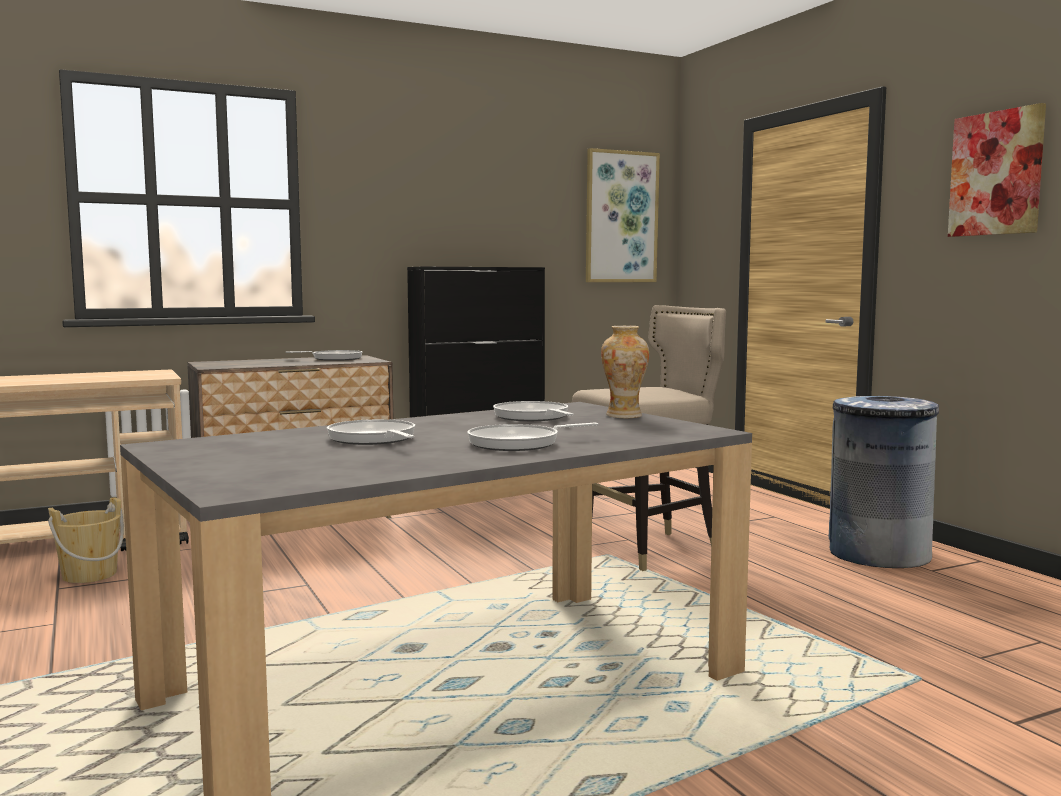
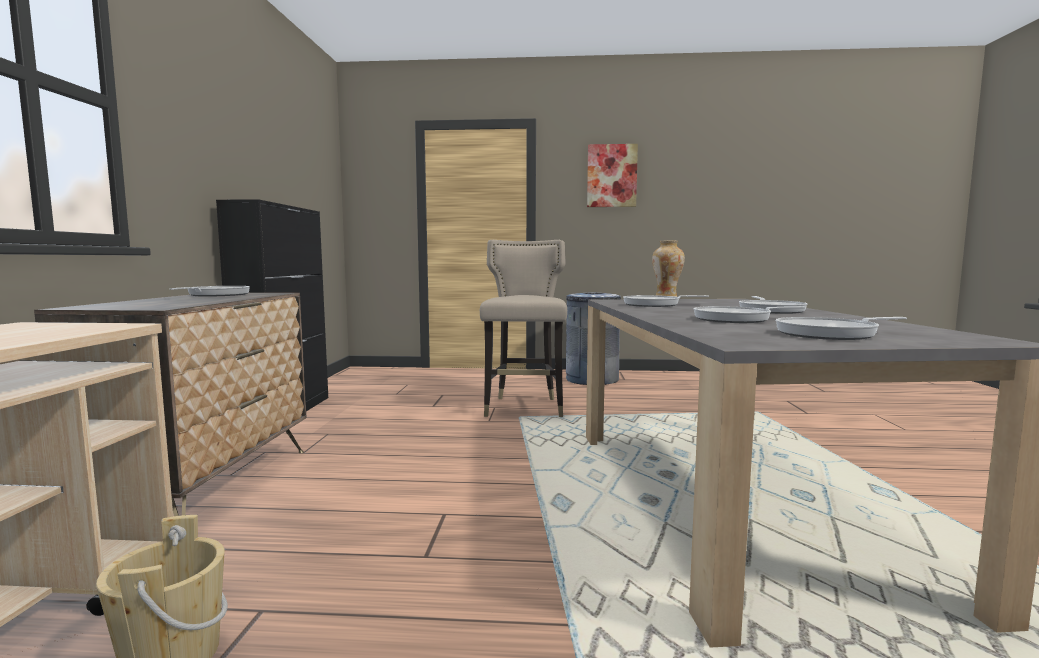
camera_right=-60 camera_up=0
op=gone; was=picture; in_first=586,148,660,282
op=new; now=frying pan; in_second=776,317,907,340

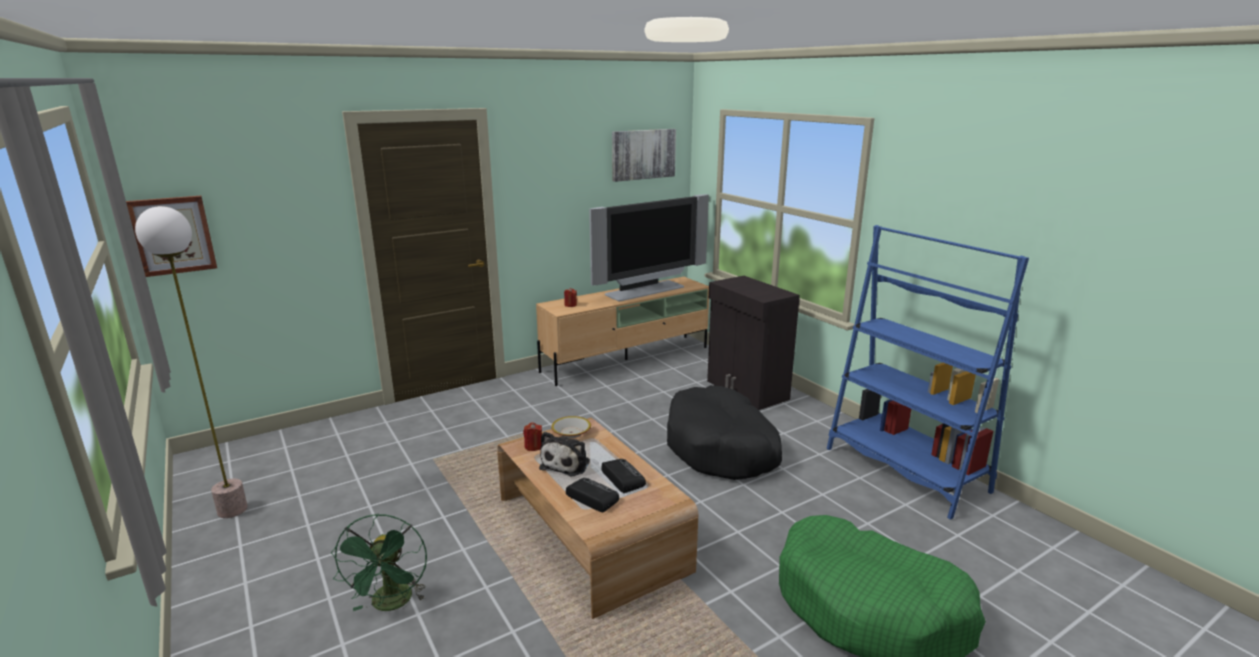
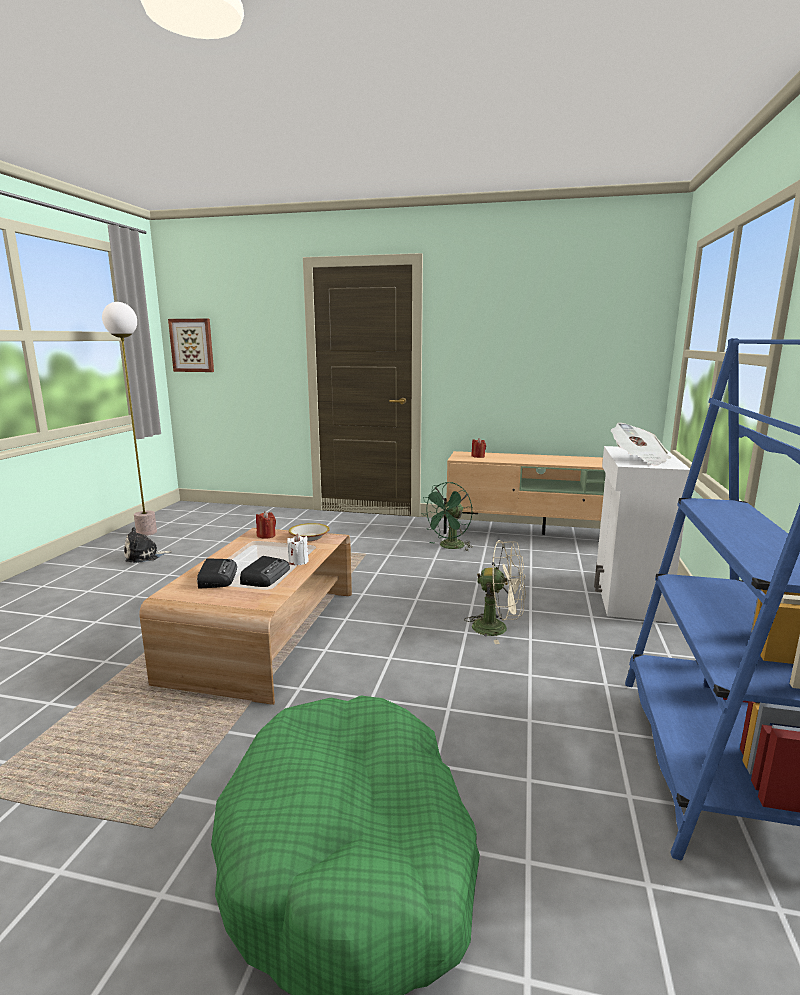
camera_right=45 camera_up=-5
op=shifted; was=green fan; in_first=331,514,427,611; in_second=421,482,473,551
op=shifted; was=plush toy; in_first=539,432,590,476; in_second=124,527,172,563
op=gone; was=television; in_first=589,194,709,301
op=gone; was=picture; in_first=612,129,676,182
op=swapped; was=black dog bed; now=beige fan; in_first=667,385,782,480; in_second=464,540,526,644
op=repainted; was=black cabinet; now=white cabinet; in_first=707,276,800,410; in_second=594,446,690,622
op=new; now=white candle; in_second=287,534,309,565
op=new; now=newspaper; in_second=611,423,671,466

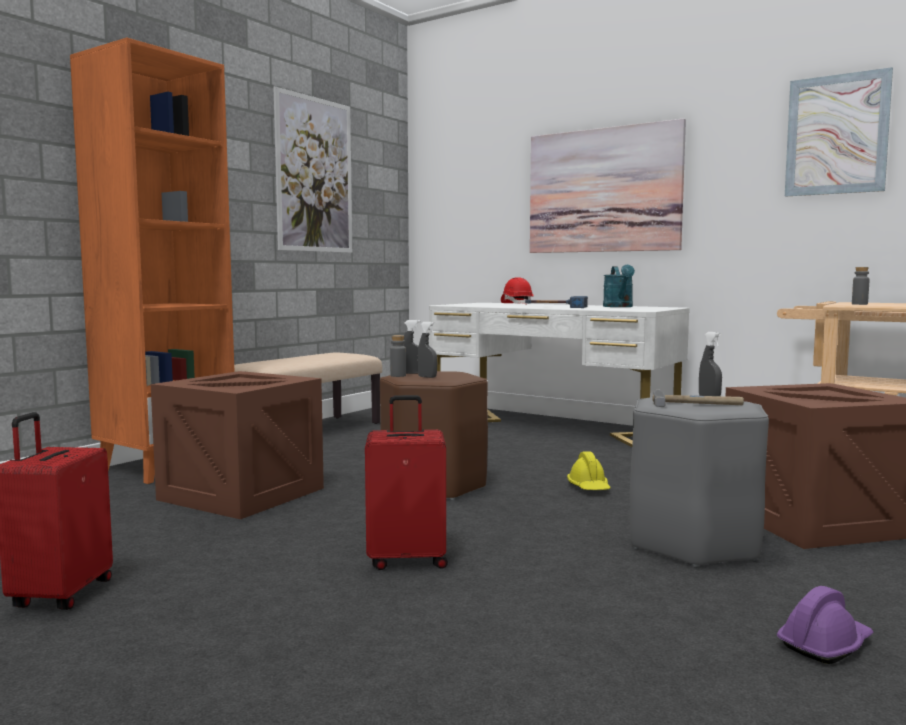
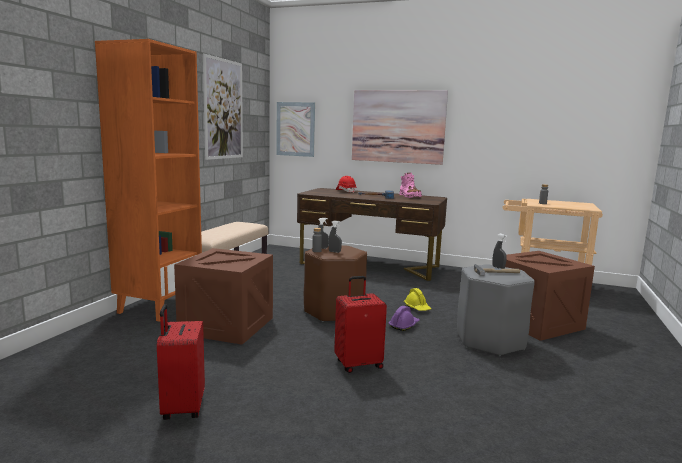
camera_right=-15 camera_up=5
op=repainted; was=white desk; now=brown desk; in_first=429,303,690,447; in_second=297,188,447,281
op=swapped; was=turquoise watering can; now=pink boot; in_first=603,265,635,307; in_second=399,172,422,198
op=shifted; was=purple hard hat; in_first=777,586,873,664; in_second=388,306,420,331
op=shifted; was=picture; in_first=785,67,893,197; in_second=276,102,315,157

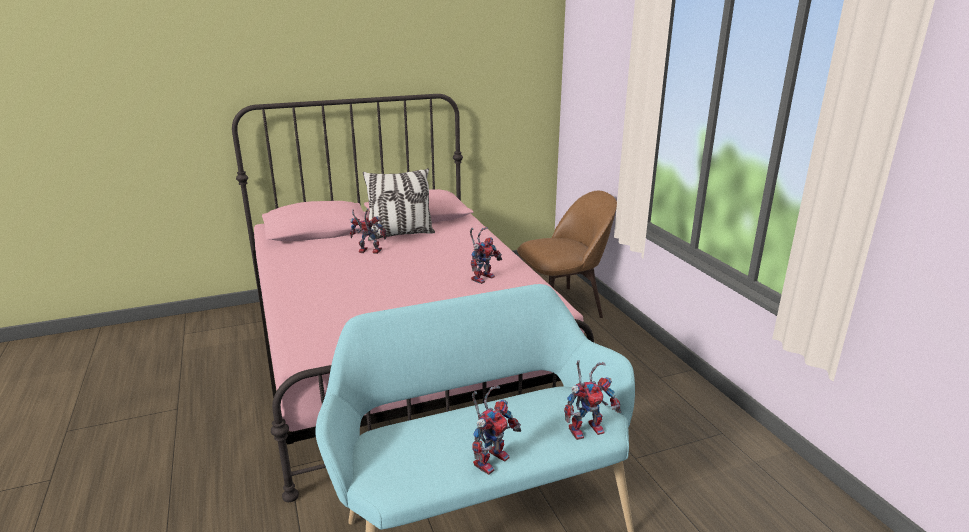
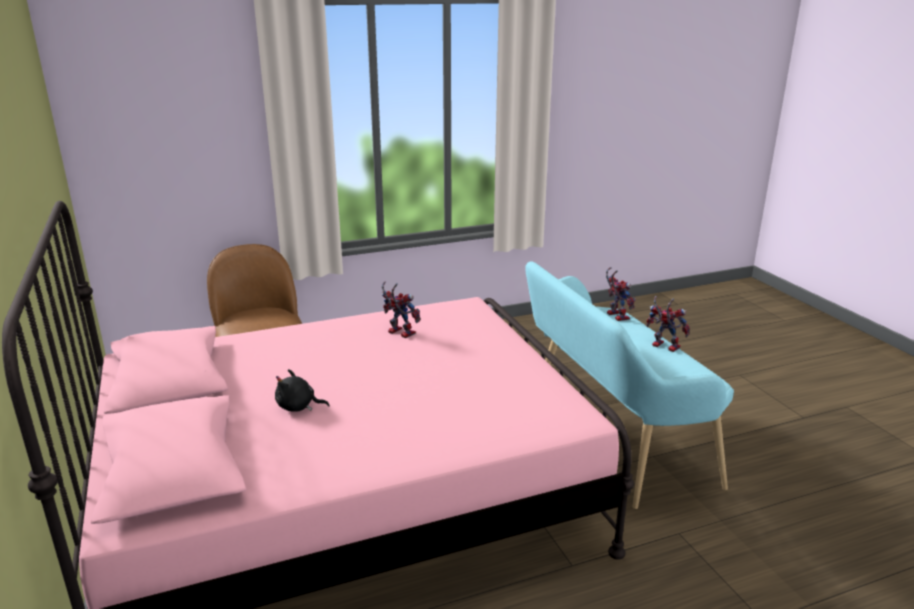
camera_right=-90 camera_up=0
op=swapped; was=toy robot; now=black plush toy; in_first=350,208,387,254; in_second=275,369,330,412
op=gone; was=pillow; in_first=363,168,435,241

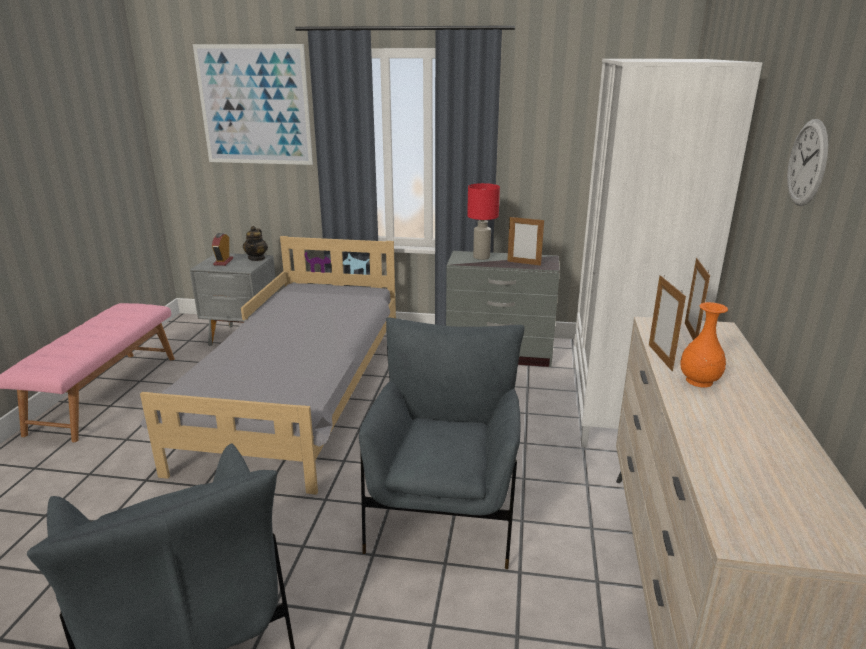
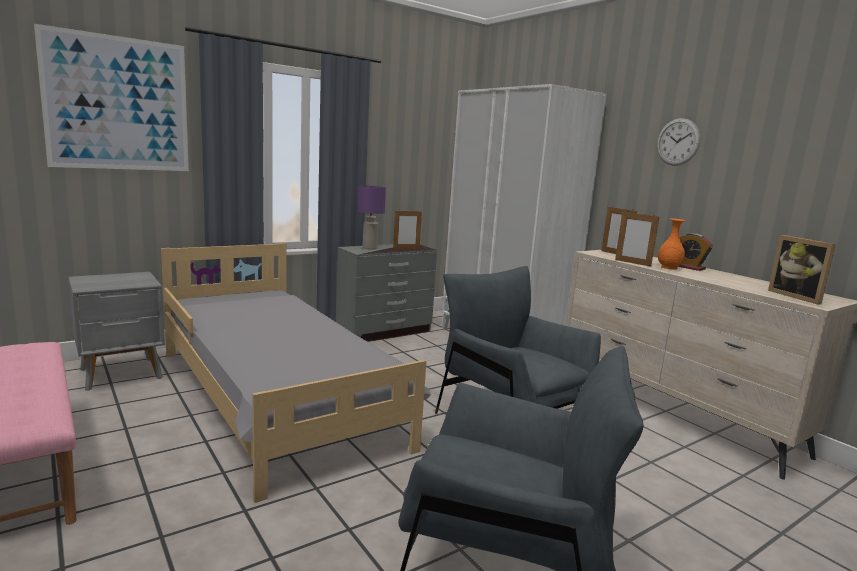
camera_right=-45 camera_up=-10
op=shifted; was=alarm clock; in_first=212,233,233,266; in_second=678,233,713,271
op=gone; was=teapot; in_first=243,226,268,261
op=repainted; was=red table lamp; now=purple table lamp; in_first=467,183,500,260; in_second=358,185,386,250
op=new; now=picture frame; in_second=768,235,836,305

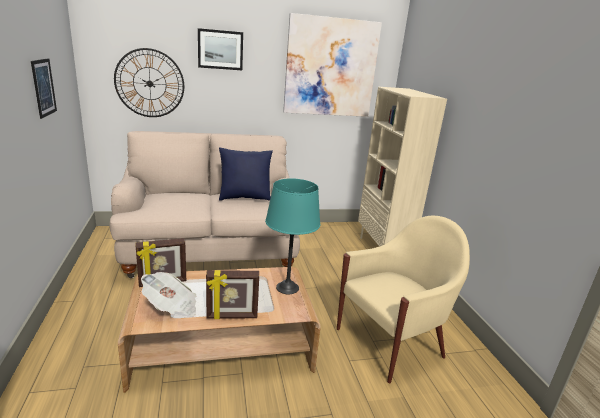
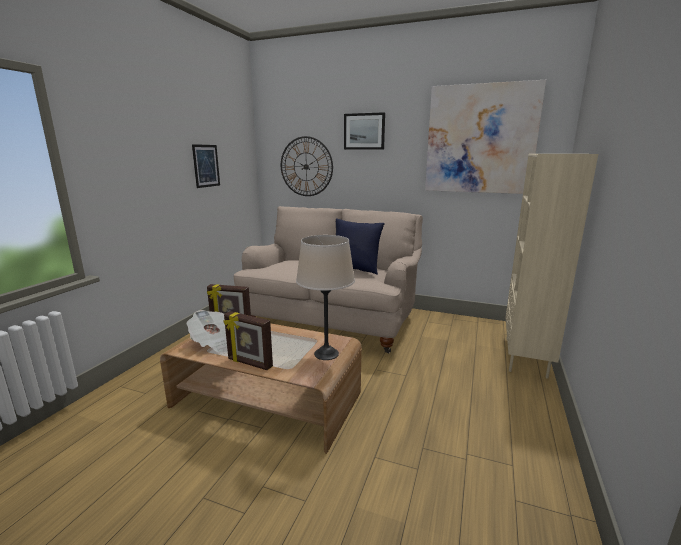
camera_right=35 camera_up=-5
op=repainted; was=turquoise table lamp; now=beige table lamp; in_first=265,178,320,294; in_second=296,235,355,360
op=gone; was=beige armchair; in_first=337,216,470,383

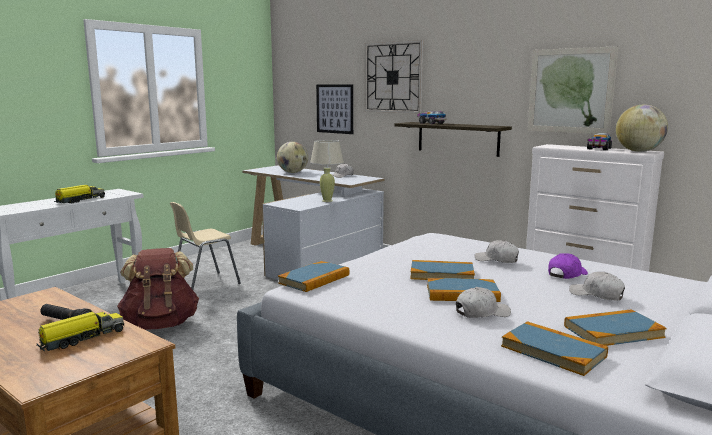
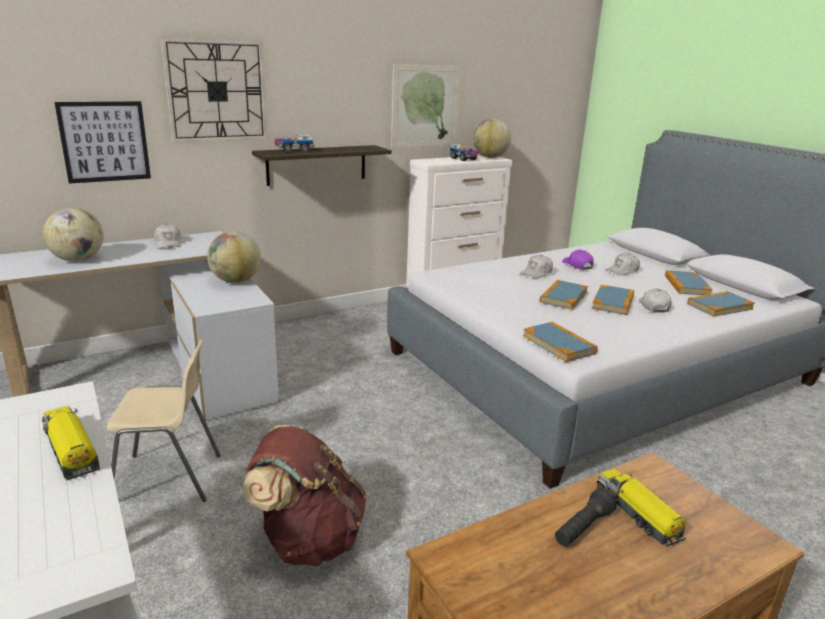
camera_right=-70 camera_up=10
op=rotated; was=beige chair; in_first=170,202,241,290; in_second=107,340,221,502; clockwise=-75
op=swapped; was=beige table lamp; now=globe; in_first=310,140,344,202; in_second=207,231,261,283

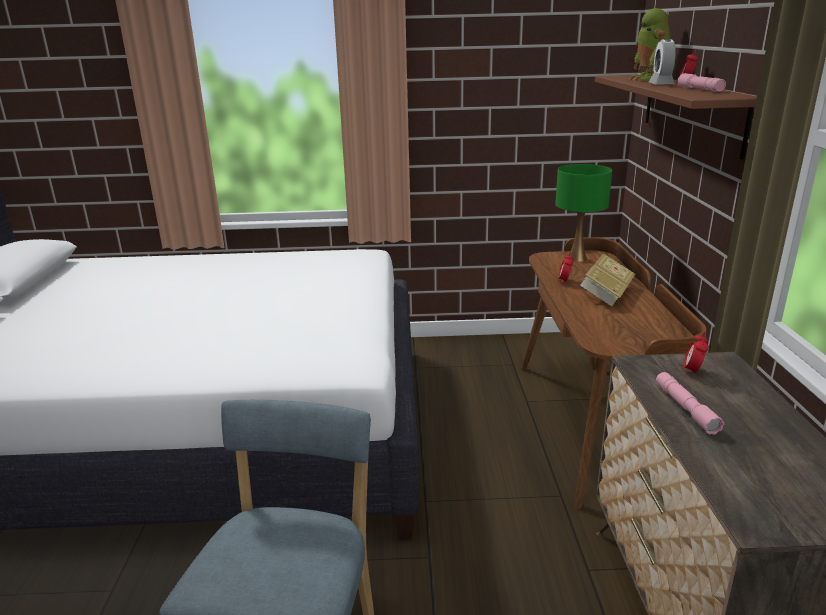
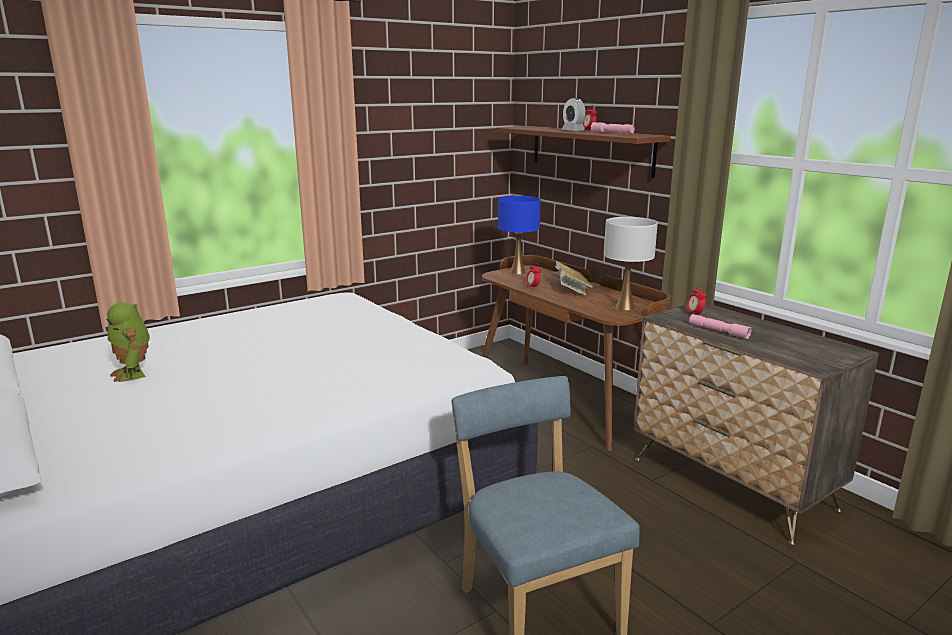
camera_right=-35 camera_up=-5
op=repainted; was=green table lamp; now=blue table lamp; in_first=555,164,612,262; in_second=498,196,541,274
op=shifted; was=toy robot; in_first=628,8,670,81; in_second=106,302,150,382
op=new; now=white table lamp; in_second=604,217,658,310

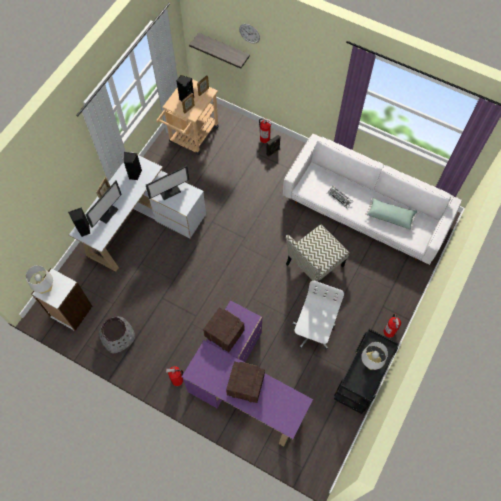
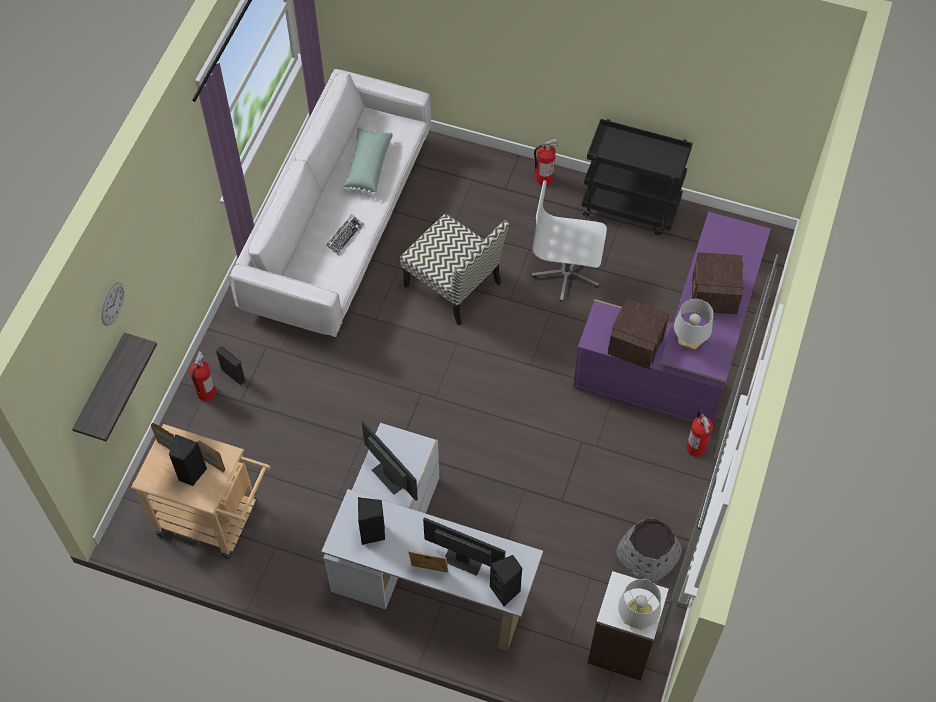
camera_right=-100 camera_up=-5
op=shifted; was=grey table lamp; in_first=361,342,388,370; in_second=674,299,713,349

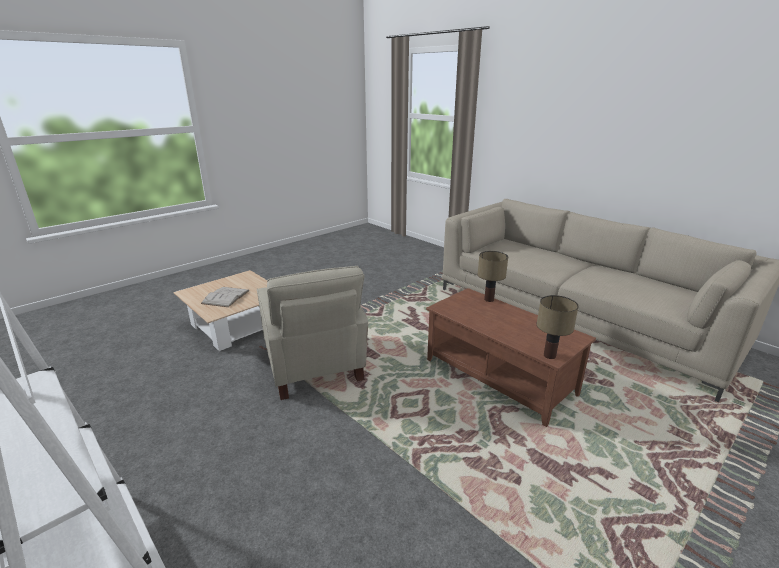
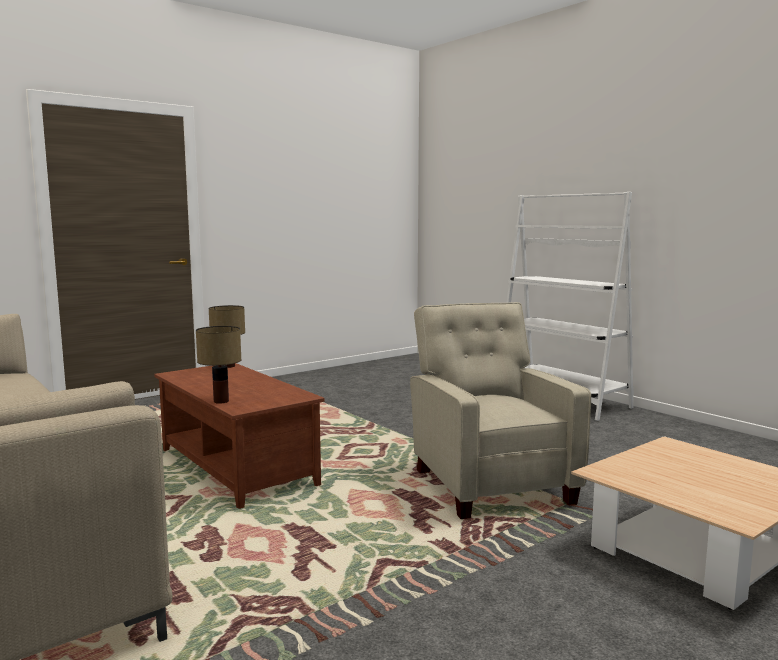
camera_right=-175 camera_up=-15
op=gone; was=white book; in_first=201,287,250,307

